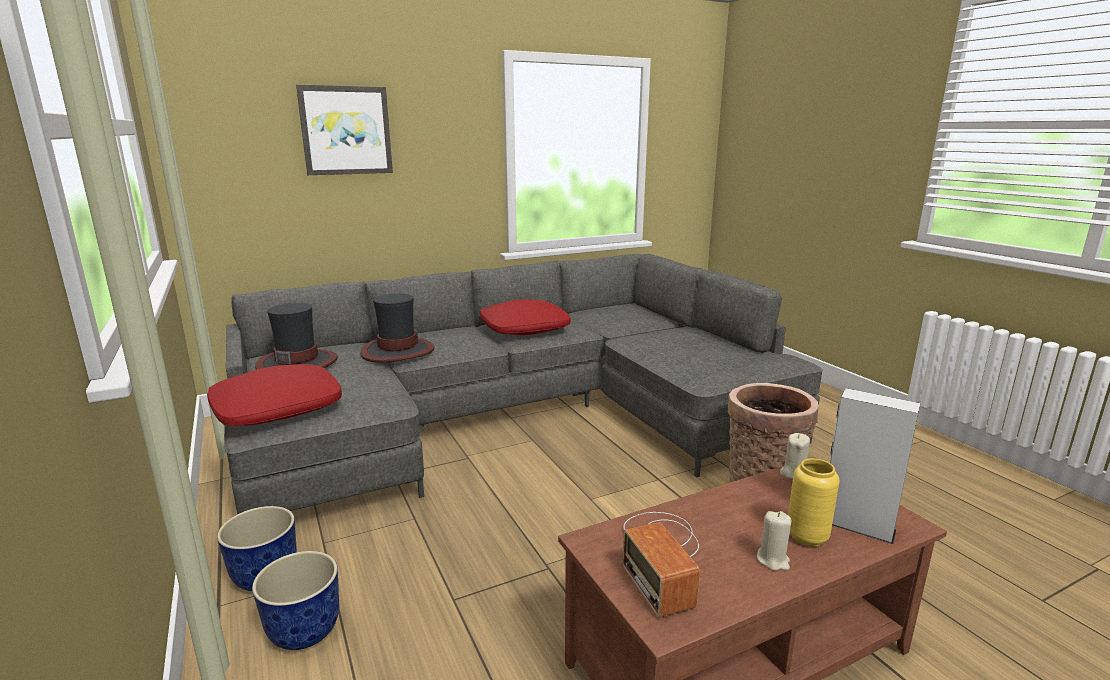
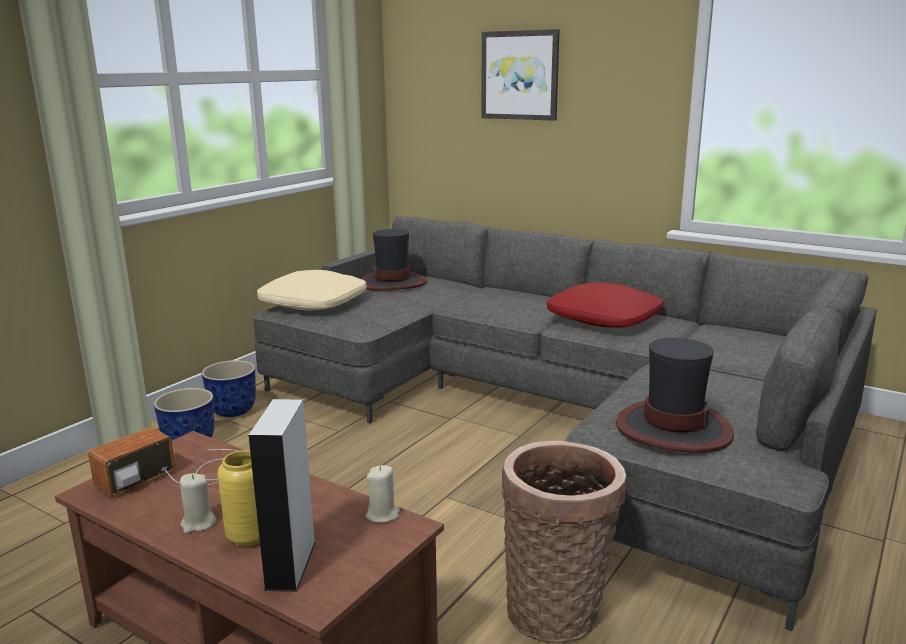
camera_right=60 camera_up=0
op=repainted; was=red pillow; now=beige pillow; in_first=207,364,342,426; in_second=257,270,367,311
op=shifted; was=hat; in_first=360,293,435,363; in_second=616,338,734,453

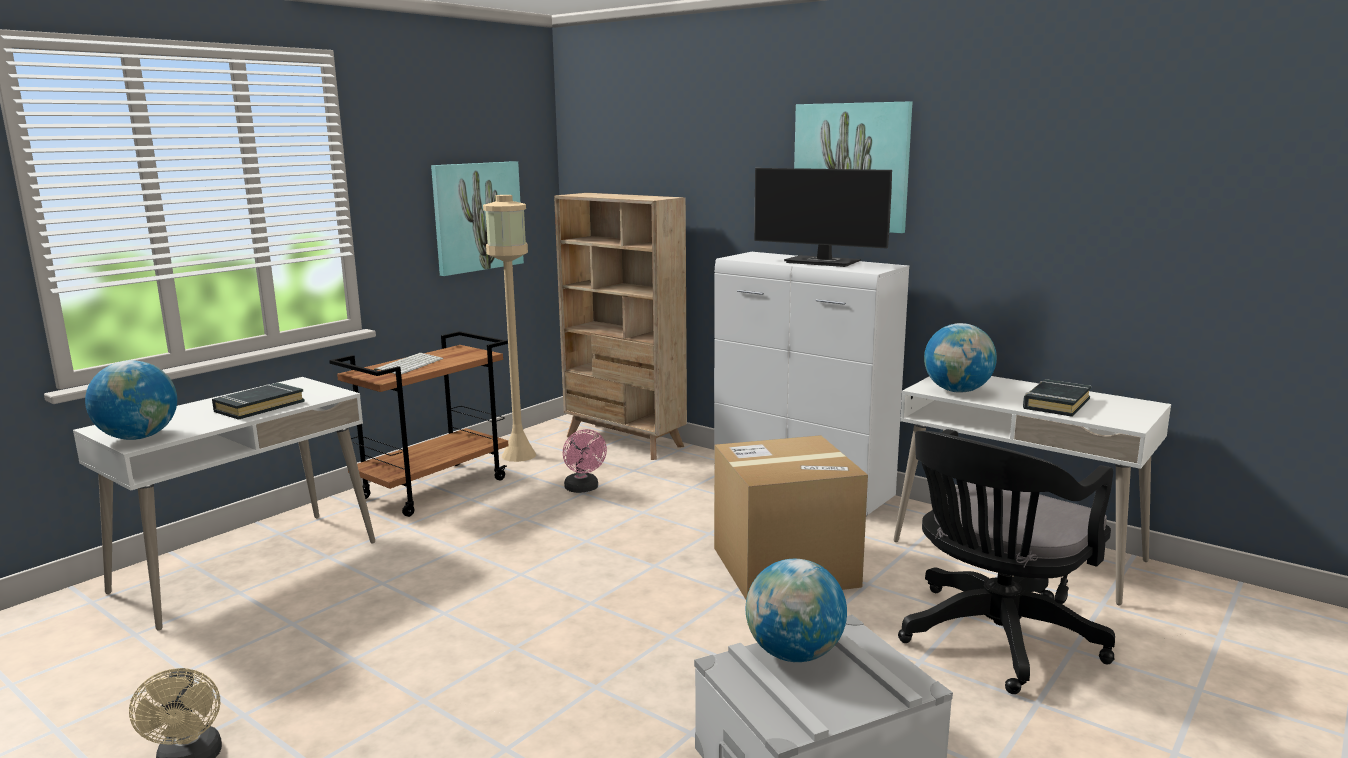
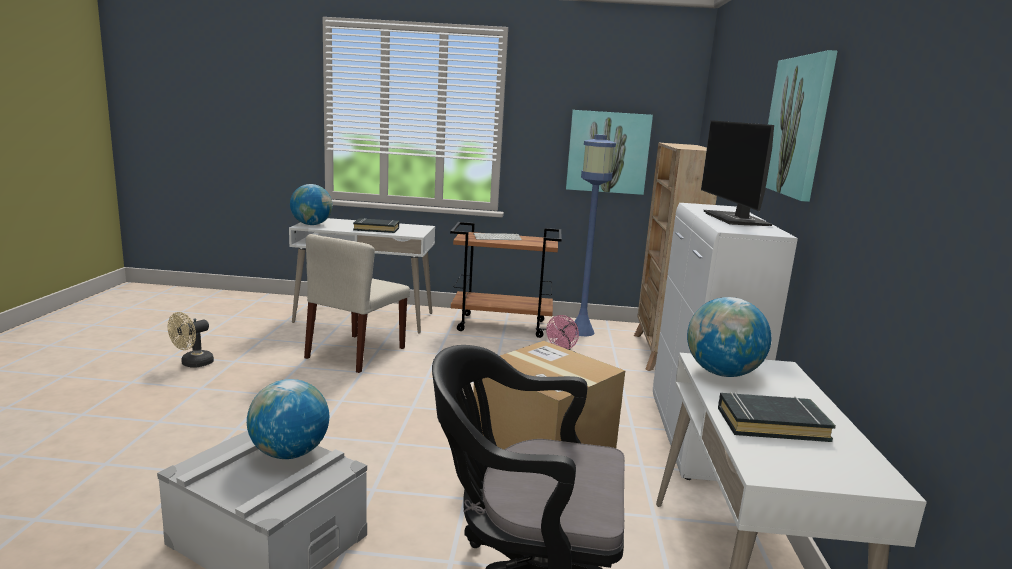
camera_right=55 camera_up=0
op=repainted; was=beige floor lamp; now=blue floor lamp; in_first=483,195,536,462; in_second=575,134,616,336
op=new; now=beige chair; in_second=304,234,410,373

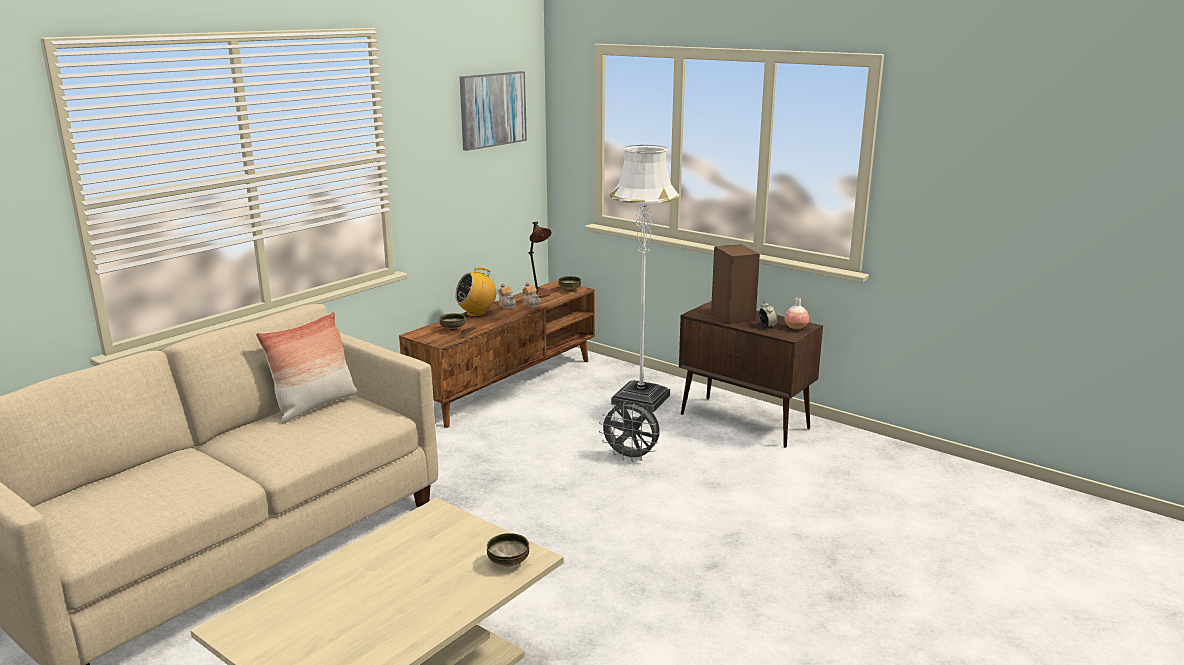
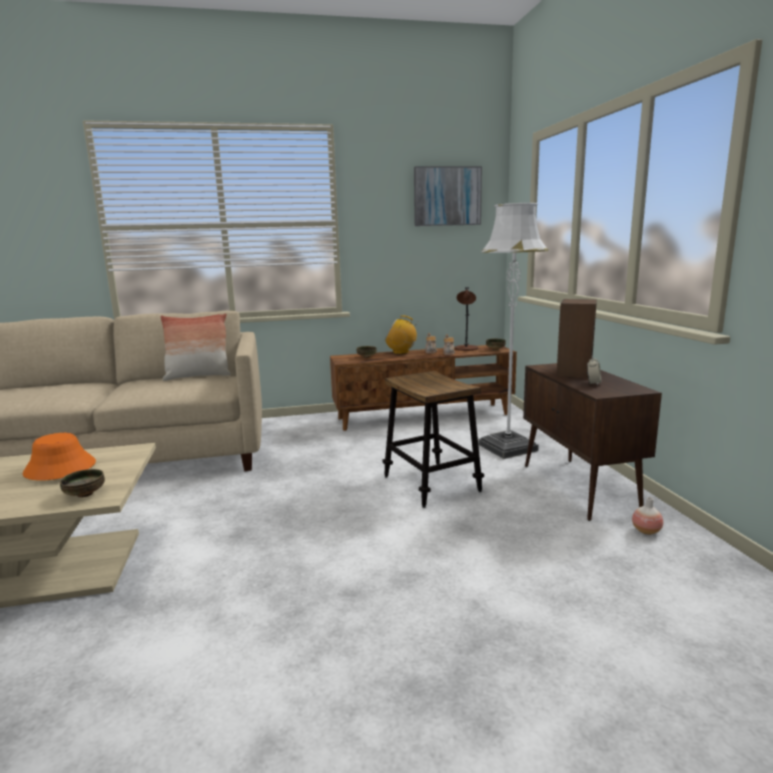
camera_right=40 camera_up=-5
op=swapped; was=grey fan; now=stool; in_first=599,401,660,462; in_second=382,371,484,508
op=shifted; was=vase; in_first=784,298,809,330; in_second=632,497,663,535
op=new; now=orange hat; in_second=23,433,96,481

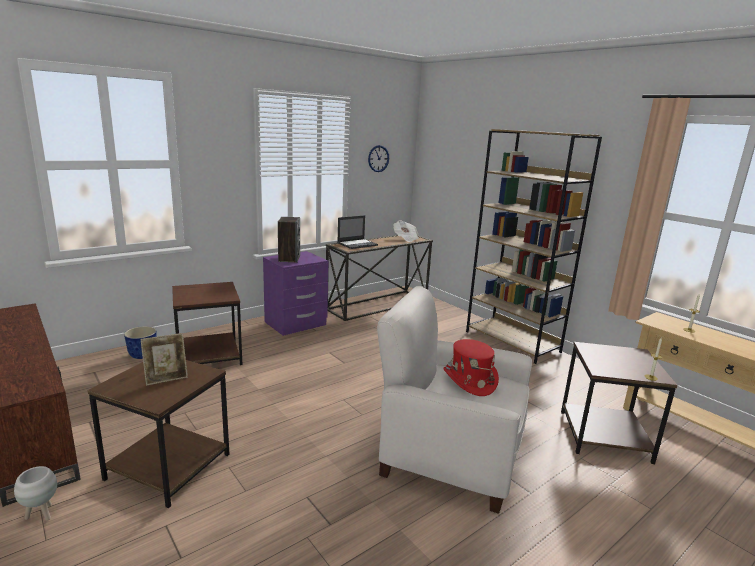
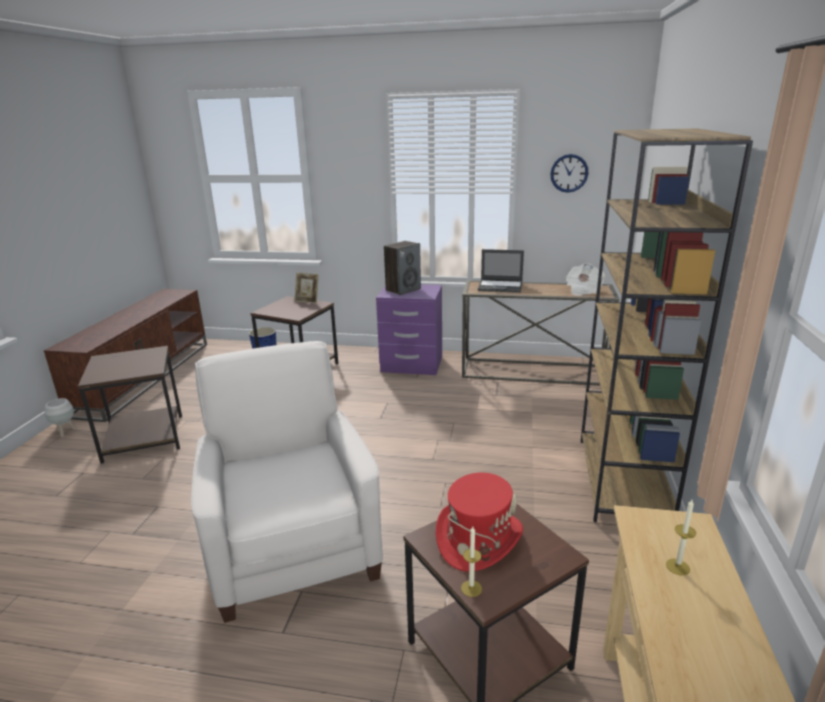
camera_right=50 camera_up=5
op=shifted; was=picture frame; in_first=140,333,188,386; in_second=294,272,319,304
op=shifted; was=red hat; in_first=443,339,499,396; in_second=436,472,523,572

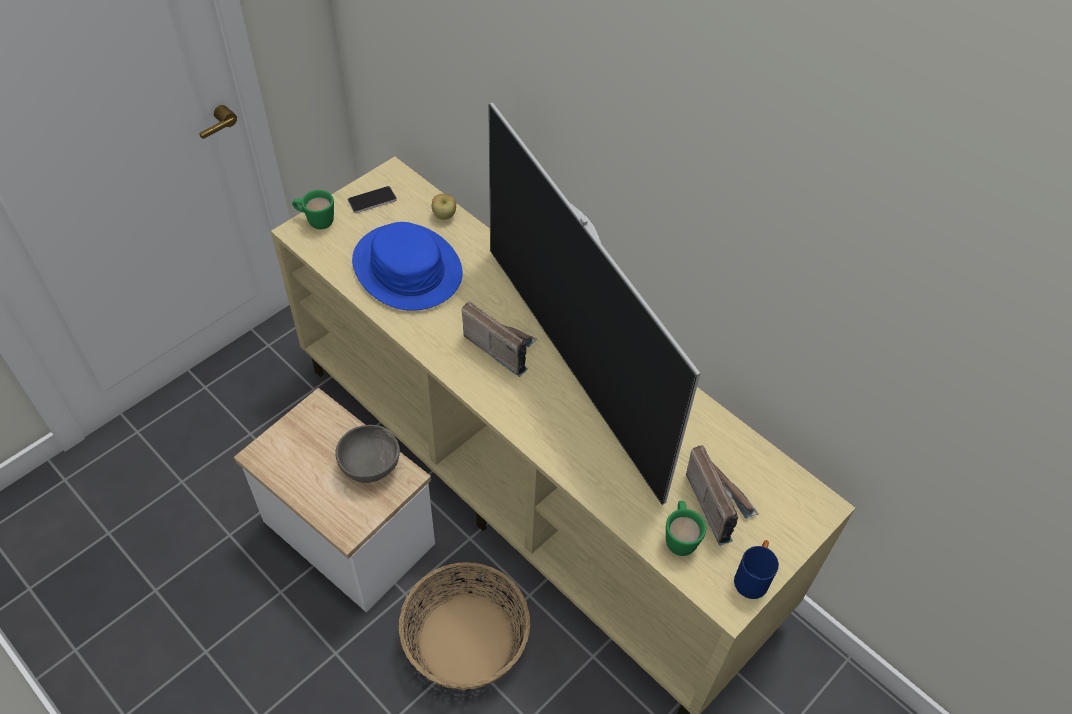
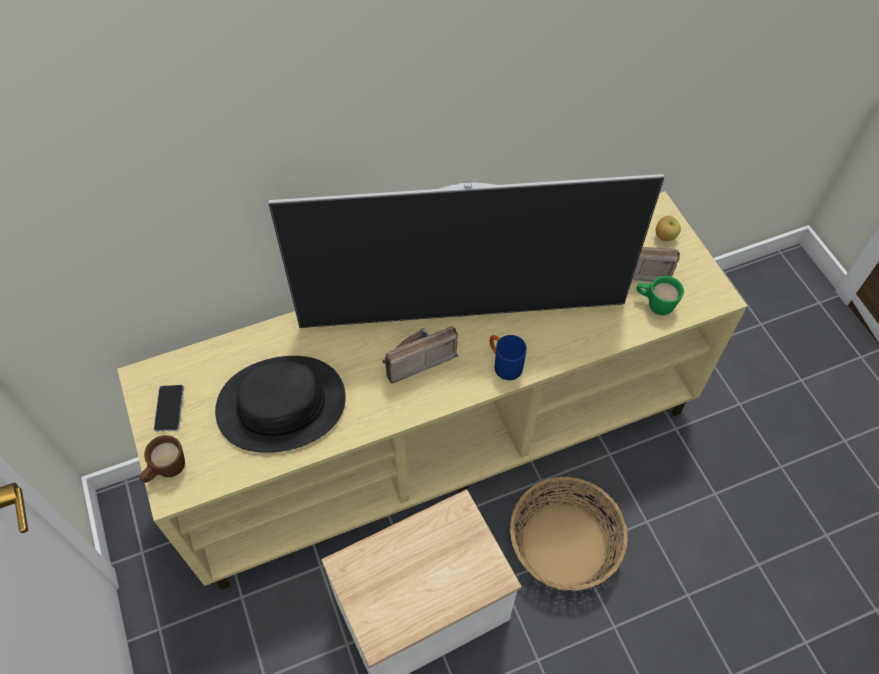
camera_right=-65 camera_up=5
op=repainted; was=green mug; now=brown mug; in_first=292,190,334,229; in_second=140,435,185,483
op=gone; was=grey bowl; in_first=336,425,400,483
op=repainted; was=blue hat; now=black hat; in_first=352,222,463,311; in_second=215,356,346,453
op=shifted; was=apple; in_first=432,194,456,220; in_second=656,216,681,241
op=shifted; was=blue mug; in_first=734,540,779,599; in_second=490,335,527,380

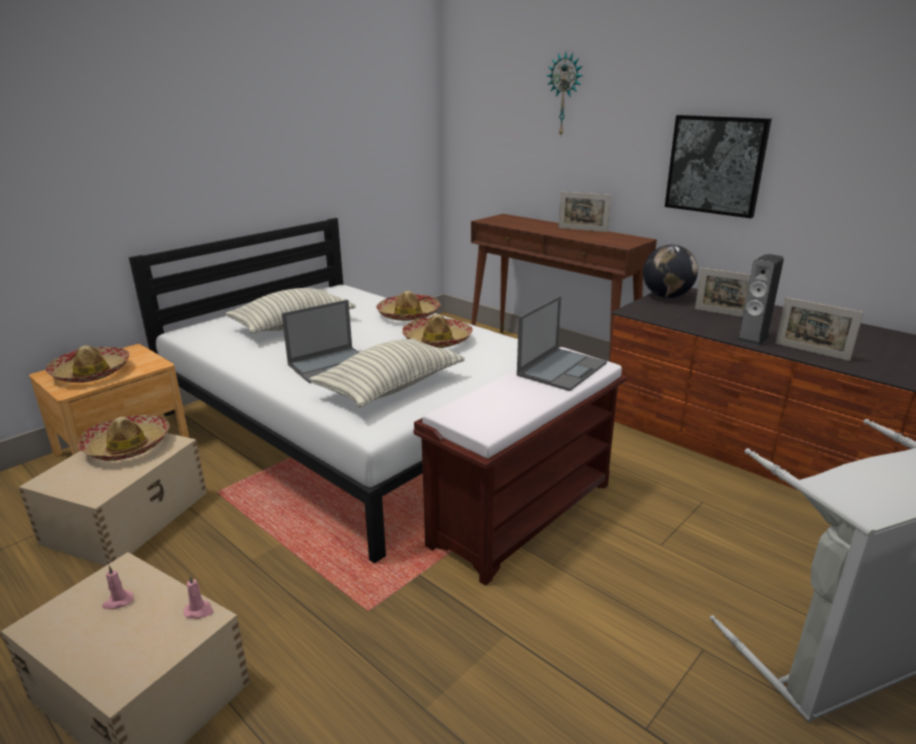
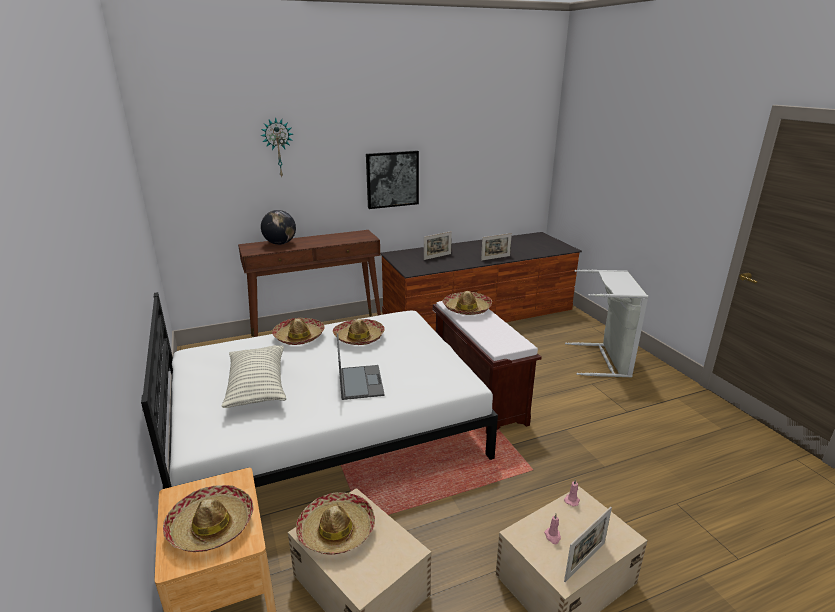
camera_right=-65 camera_up=0
op=gone; was=pillow; in_first=310,339,464,407
op=swapped; was=laptop; now=hat; in_first=517,296,607,391; in_second=442,291,492,315
op=shifted; was=picture frame; in_first=558,192,611,232; in_second=564,507,612,582
op=shifted; was=globe; in_first=643,245,698,298; in_second=261,210,296,245
op=gone; was=speaker; in_first=736,254,784,346

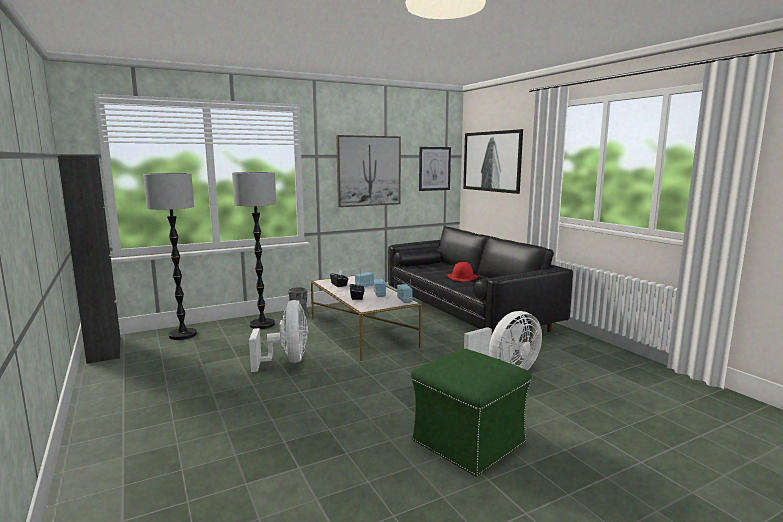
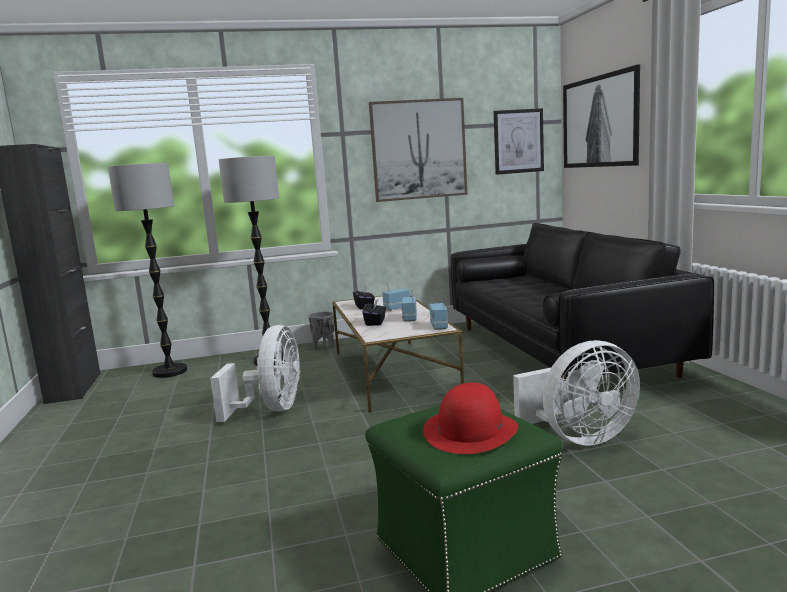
camera_right=15 camera_up=0
op=shifted; was=red hat; in_first=448,262,478,281; in_second=423,382,518,454

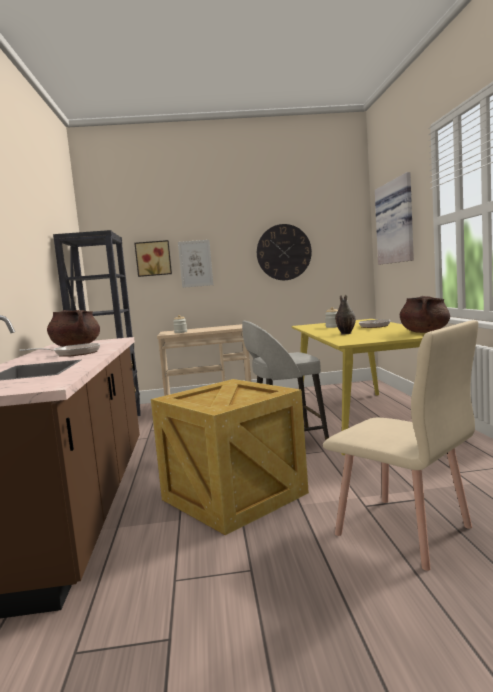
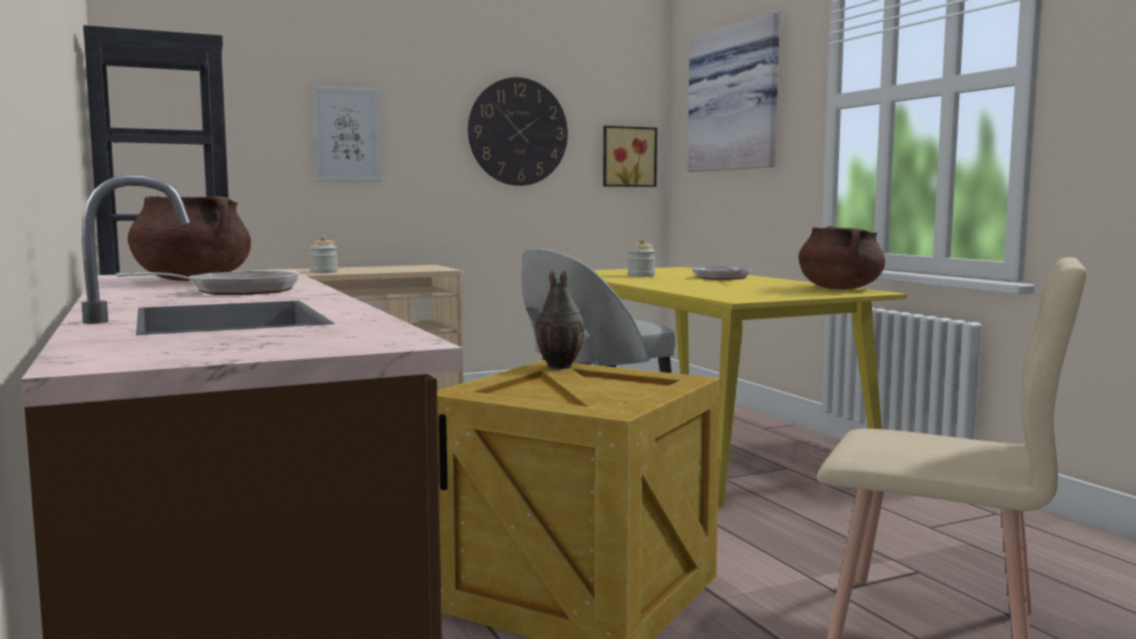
camera_right=-20 camera_up=0
op=shifted; was=picture; in_first=134,240,172,277; in_second=603,126,657,187
op=shifted; was=vase; in_first=335,295,356,334; in_second=535,270,585,369

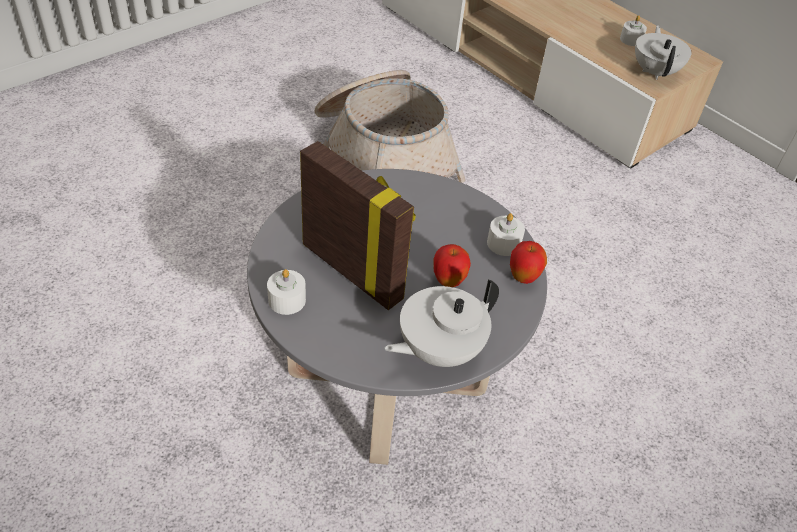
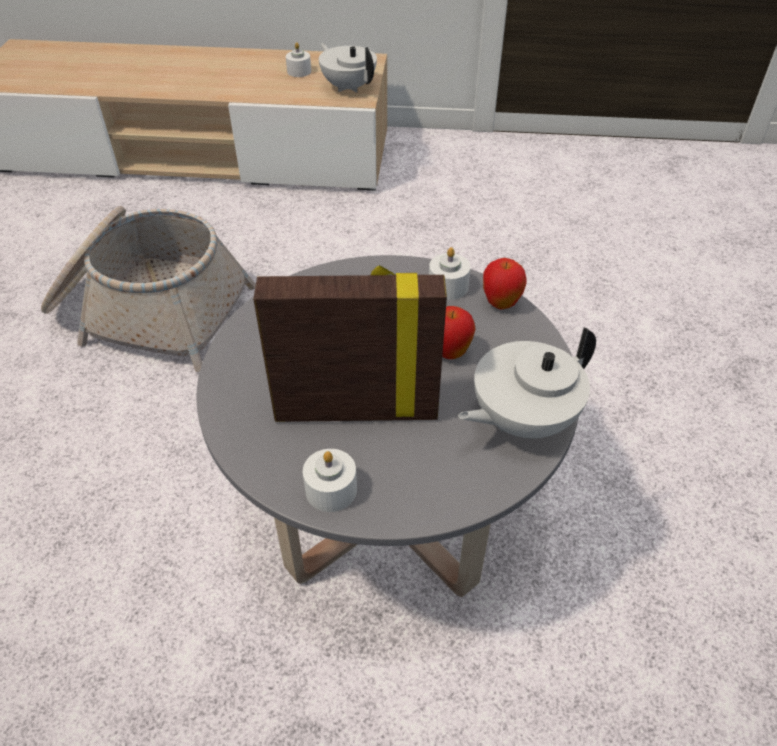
camera_right=-40 camera_up=0
op=rotated; was=white teapot; in_first=384,279,499,367; in_second=458,327,596,439; clockwise=45

